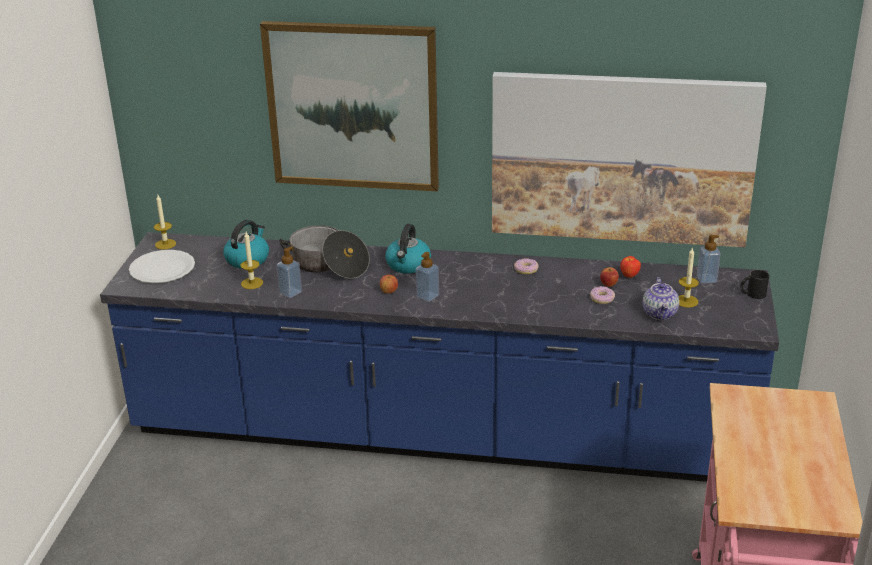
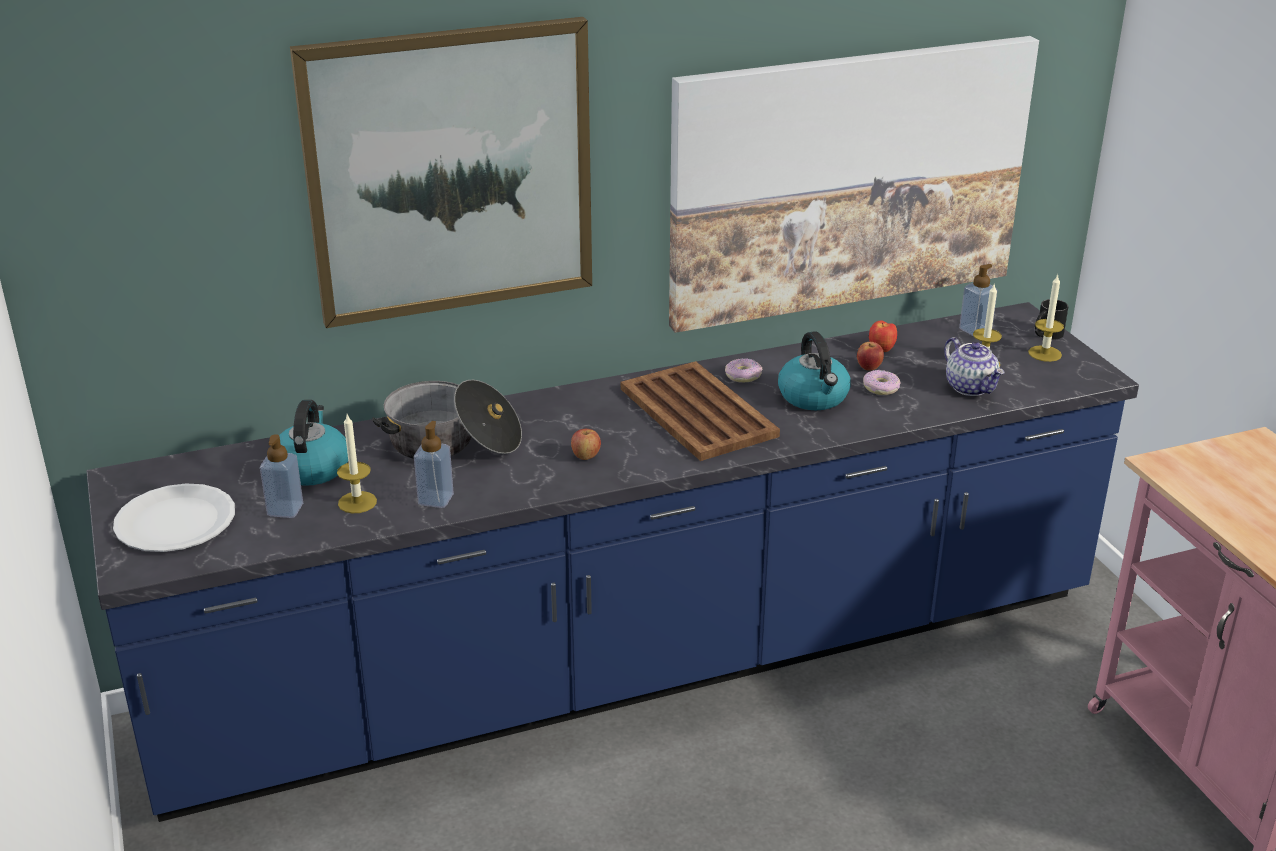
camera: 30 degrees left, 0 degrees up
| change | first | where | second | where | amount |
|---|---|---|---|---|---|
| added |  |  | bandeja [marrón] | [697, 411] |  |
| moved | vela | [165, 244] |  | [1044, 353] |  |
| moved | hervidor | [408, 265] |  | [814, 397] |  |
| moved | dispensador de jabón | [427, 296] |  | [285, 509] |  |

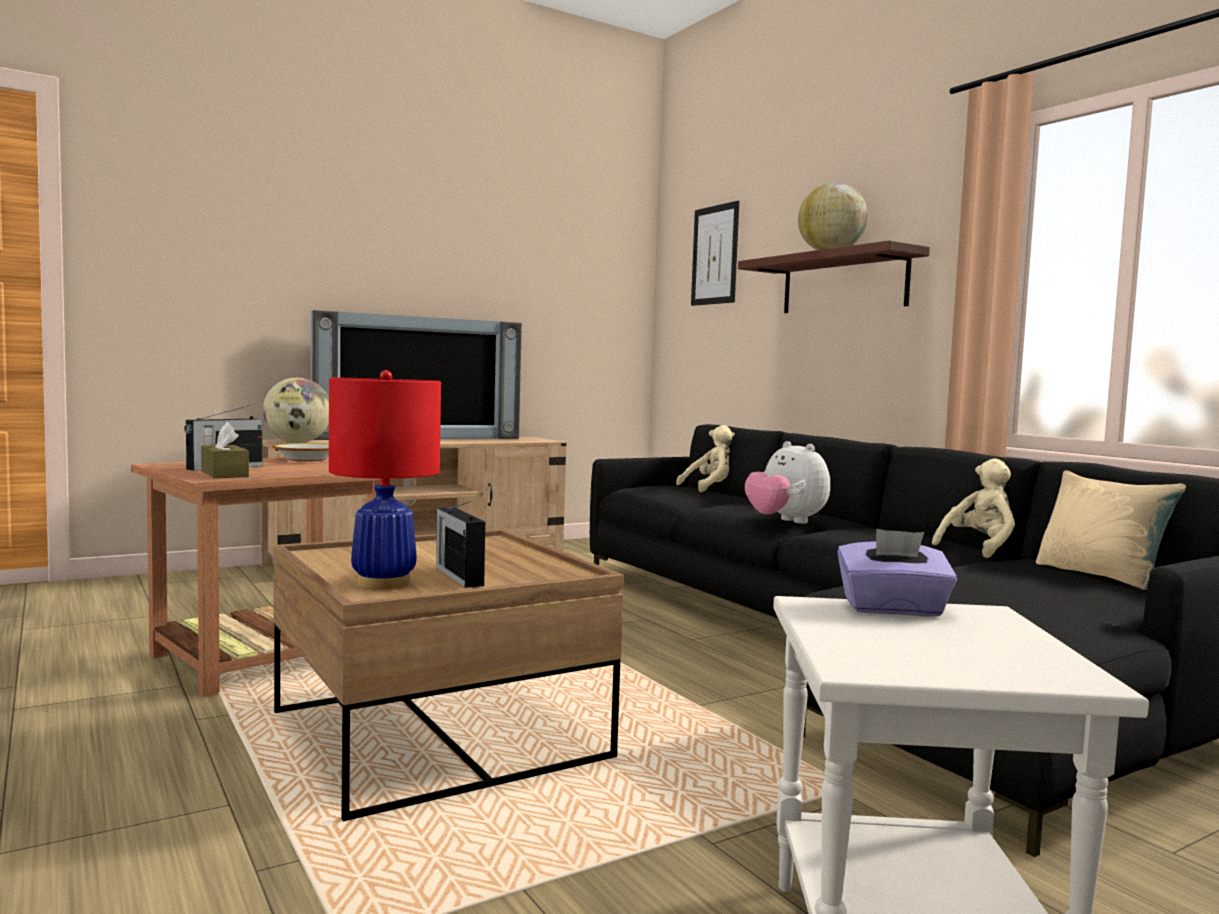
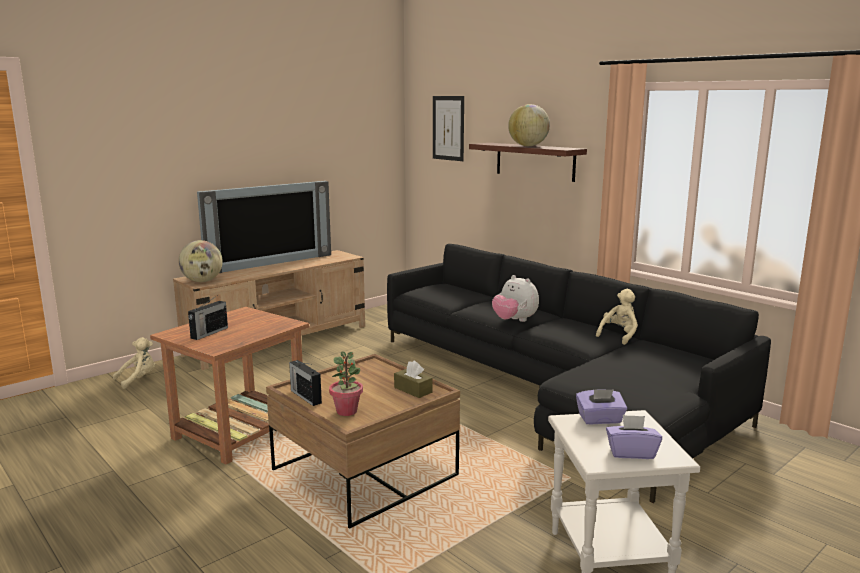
camera: 10 degrees left, 10 degrees up
| change | first | where | second | where | amount |
|---|---|---|---|---|---|
| removed | cuenco | [307, 459] |  |  |  |
| removed | cojín [beis] | [1100, 576] |  |  |  |
| added |  |  | caja de pañuelos [morado] | [631, 452] |  |
| moved | caja de pañuelos [marrón] | [224, 474] |  | [413, 390] |  |
| moved | radio | [458, 575] |  | [305, 396] |  |
| moved | peluche [beis] | [711, 488] |  | [138, 379] |  |
| replaced | lámpara de mesa [rojo] | [384, 583] | planta en maceta | [347, 411] |  |

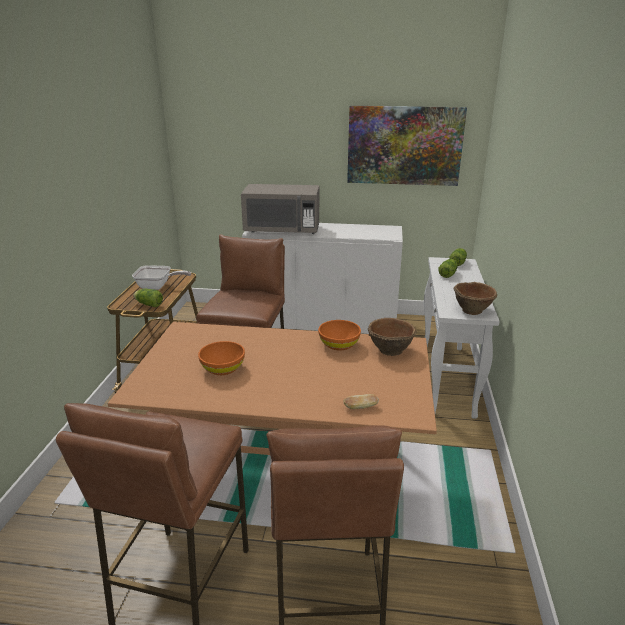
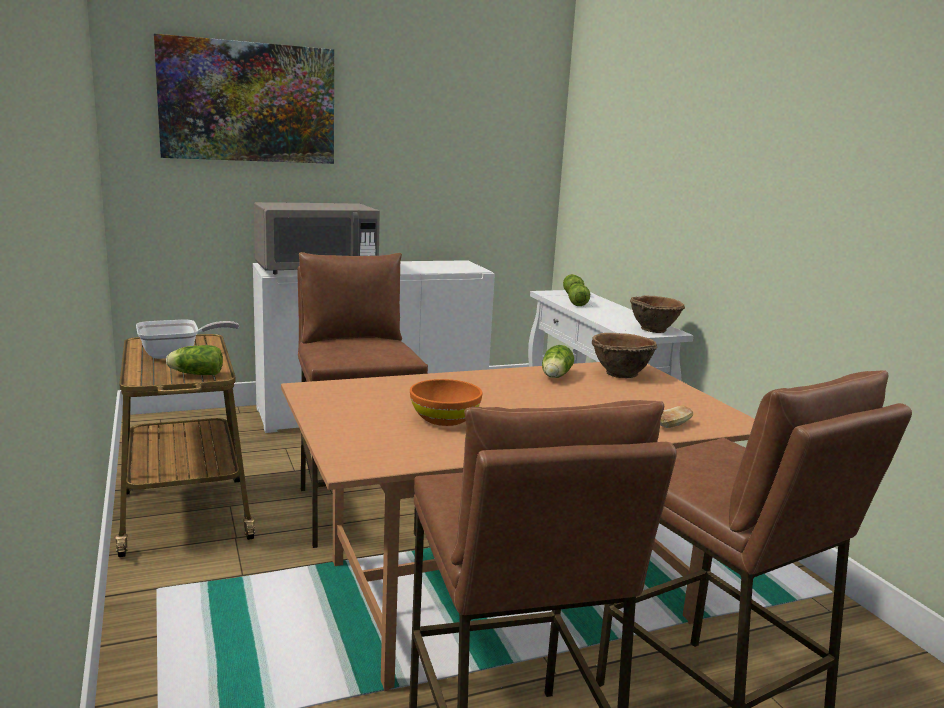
camera: 30 degrees left, 10 degrees down
| change | first | where | second | where | amount |
|---|---|---|---|---|---|
| moved | cuadro | [404, 146] |  | [248, 102] |  |
| replaced | cuenco [naranja] | [339, 345] | lechuga | [555, 376] |  |

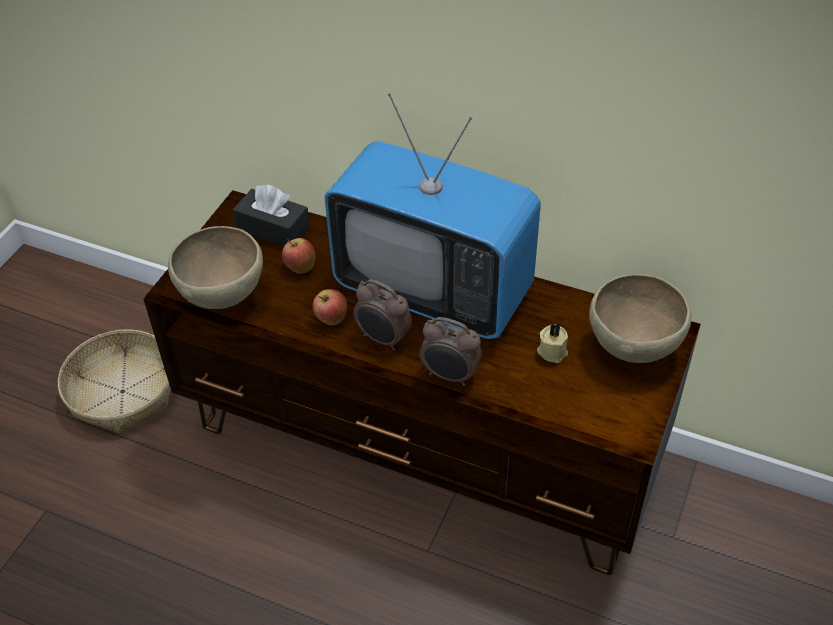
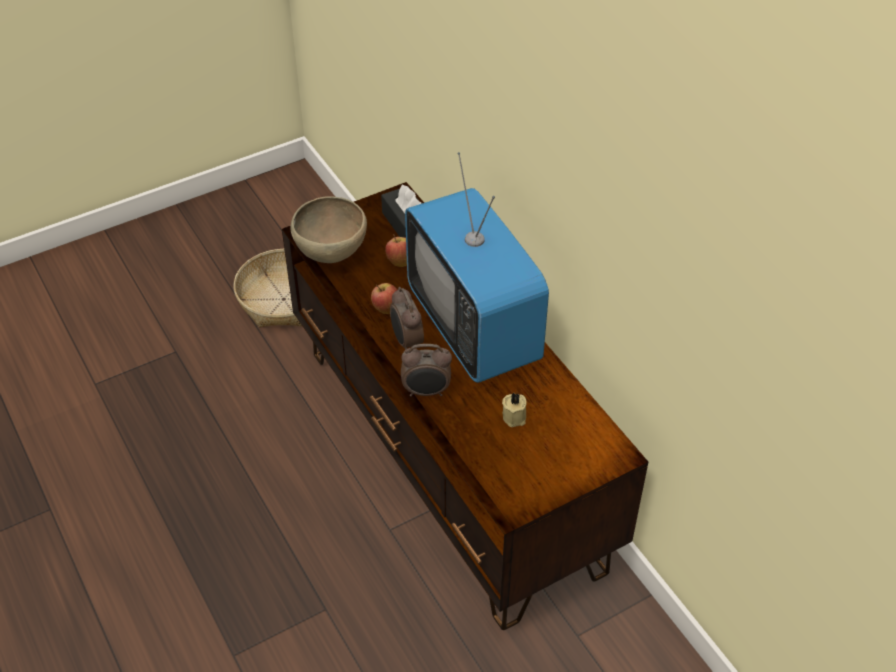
camera: 35 degrees right, 0 degrees up
| change | first | where | second | where | amount |
|---|---|---|---|---|---|
| removed | cuenco [marrón] | [633, 347] |  |  |  |
| turned | despertador | [450, 376] |  | [426, 392] | 60 degrees counterclockwise |

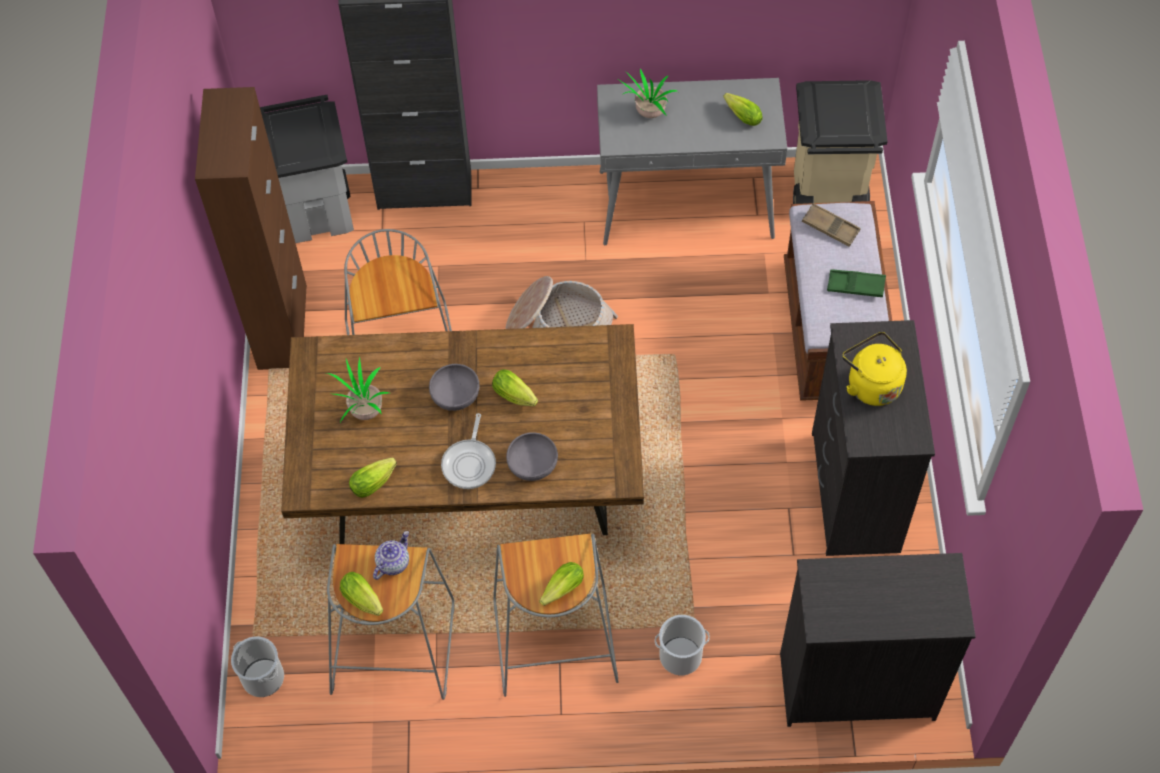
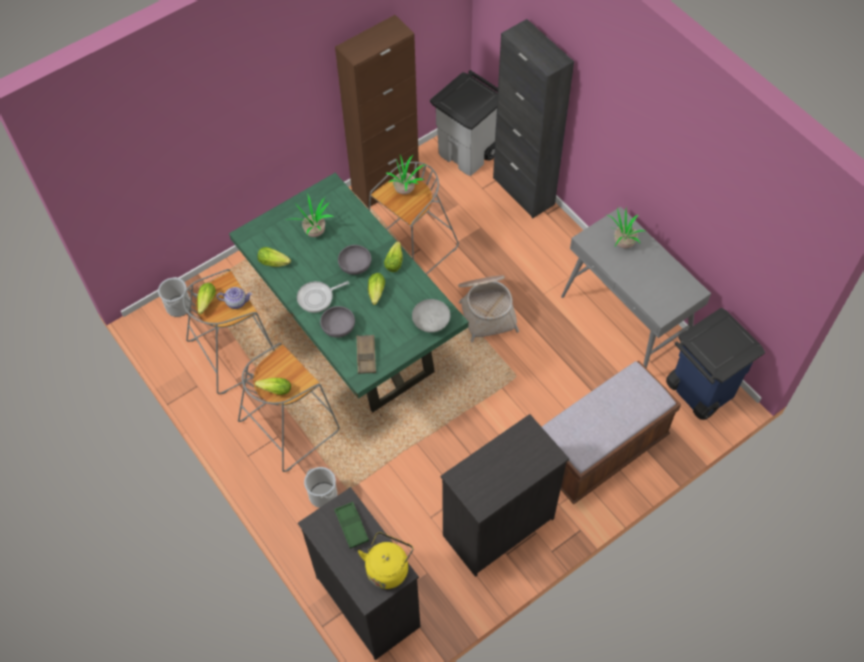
camera: 55 degrees right, 0 degrees up
| change | first | where | second | where | amount |
|---|---|---|---|---|---|
| added |  |  | planta en maceta | [406, 189] |  |
| added |  |  | cuenco [gris] | [430, 323] |  |
| moved | lechuga | [741, 115] |  | [395, 260] |  |
| moved | bandeja [marrón] | [830, 227] |  | [366, 356] |  |
| moved | bandeja [verde] | [855, 286] |  | [351, 526] |  |
| moved | hervidor [amarillo] | [871, 384] |  | [388, 567] |  |
| recoloured | mesa de comedor [marrón] | [475, 489] | mesa de comedor [verde] | [354, 331] |  |
| recoloured | papelera [beis] | [826, 195] | papelera [azul] | [699, 391] |  |

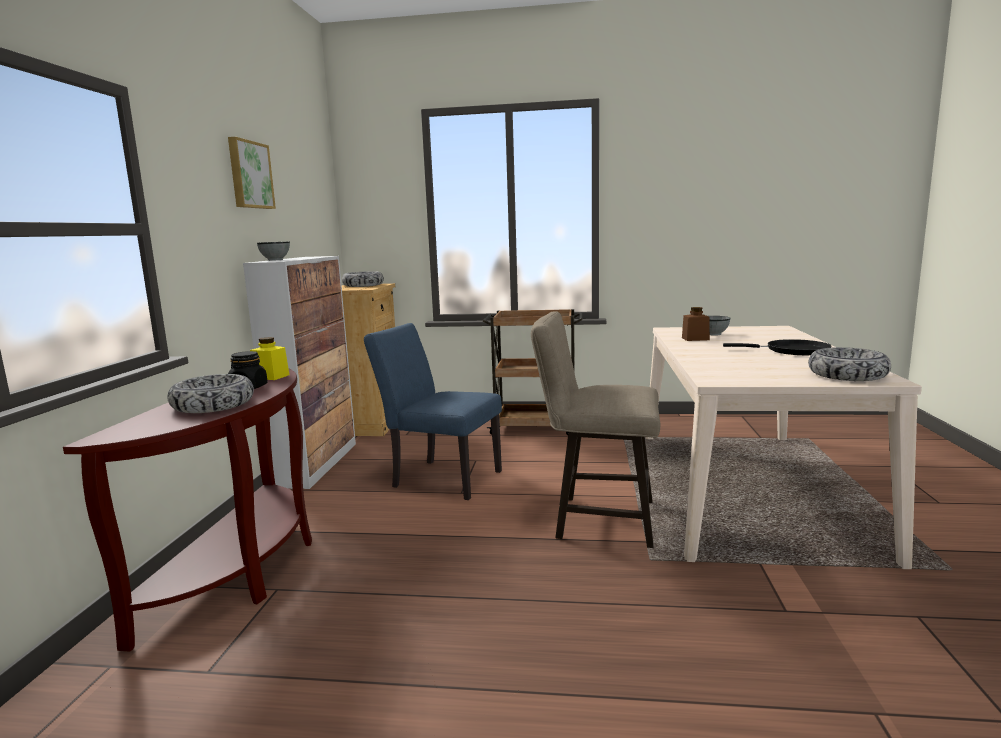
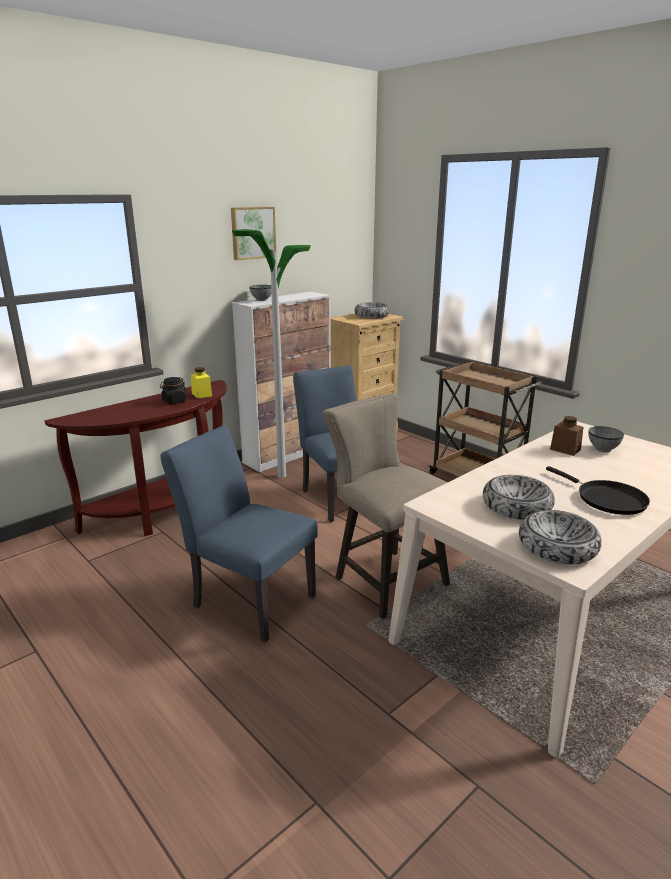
camera: 40 degrees right, 10 degrees up
| change | first | where | second | where | amount |
|---|---|---|---|---|---|
| added |  |  | silla [azul] | [247, 598] |  |
| added |  |  | lámpara de pie | [282, 476] |  |
| moved | cuenco | [213, 405] |  | [516, 506] |  |

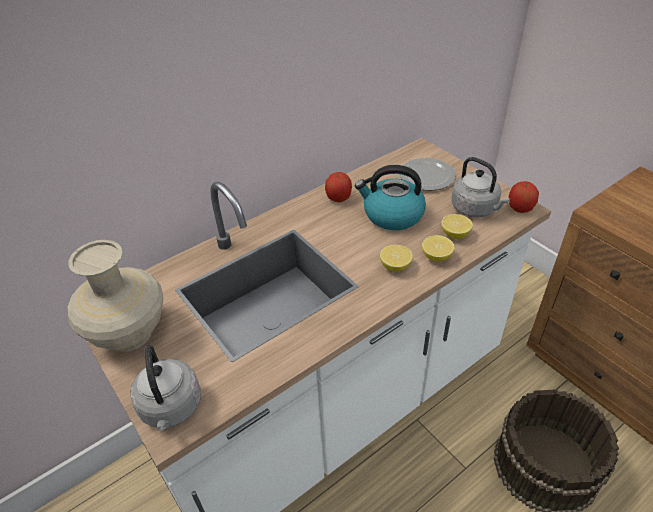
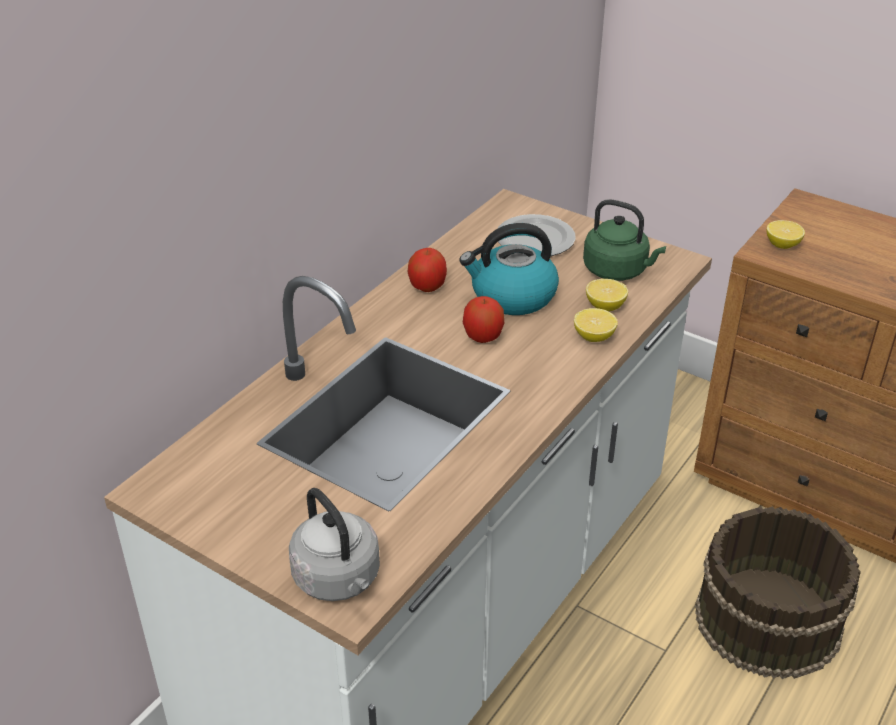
camera: 20 degrees left, 5 degrees down
| change | first | where | second | where | amount |
|---|---|---|---|---|---|
| removed | florero [beis] | [129, 333] |  |  |  |
| moved | limón | [395, 266] |  | [782, 245] |  |
| moved | manzana | [520, 208] |  | [483, 337] |  |
| recoloured | hervidor [gris] | [476, 209] | hervidor [verde] | [618, 271] |  |

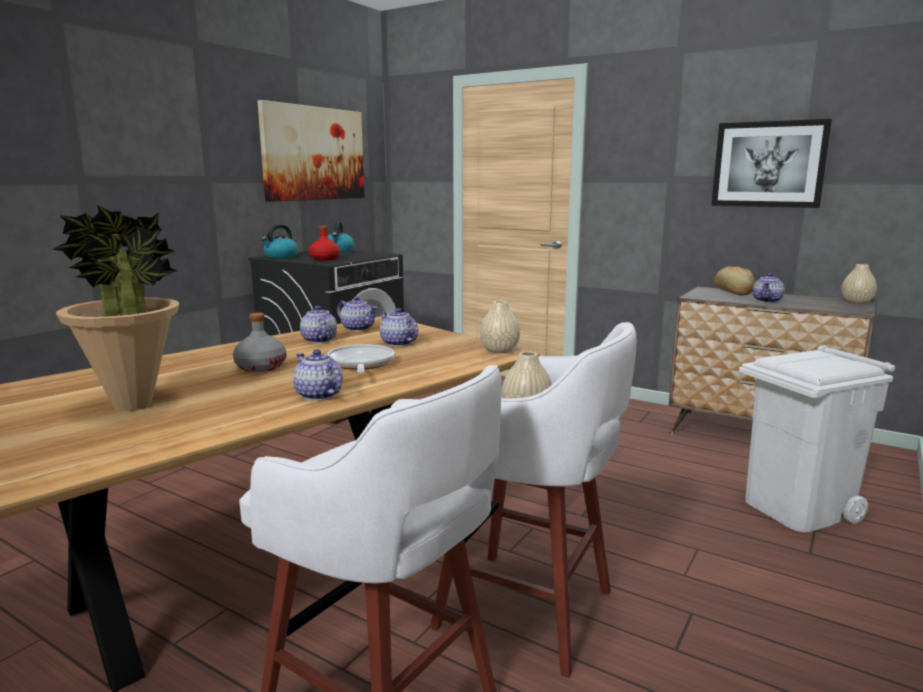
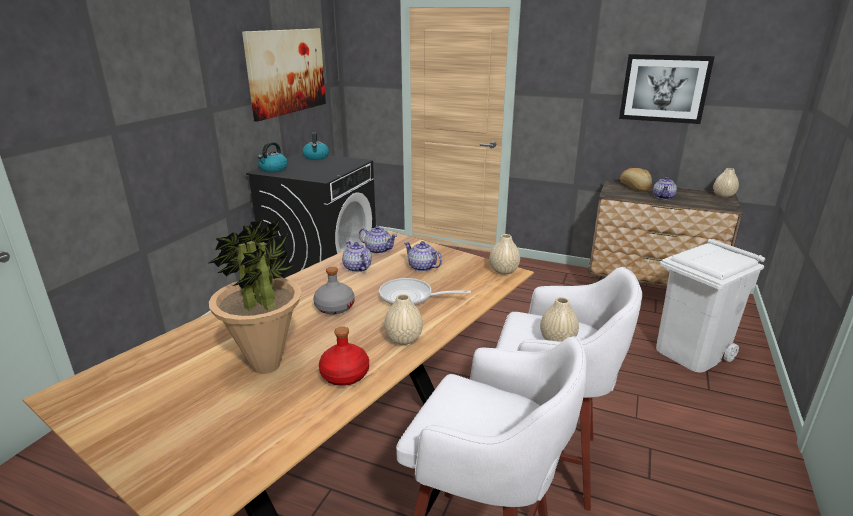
camera: 10 degrees left, 10 degrees up
| change | first | where | second | where | amount |
|---|---|---|---|---|---|
| moved | botella [rojo] | [324, 259] |  | [344, 374] |  |
| replaced | tetera | [318, 395] | florero [beis] | [403, 339] |  |
| turned | sartén | [360, 364] |  | [410, 297] | 60 degrees counterclockwise |

